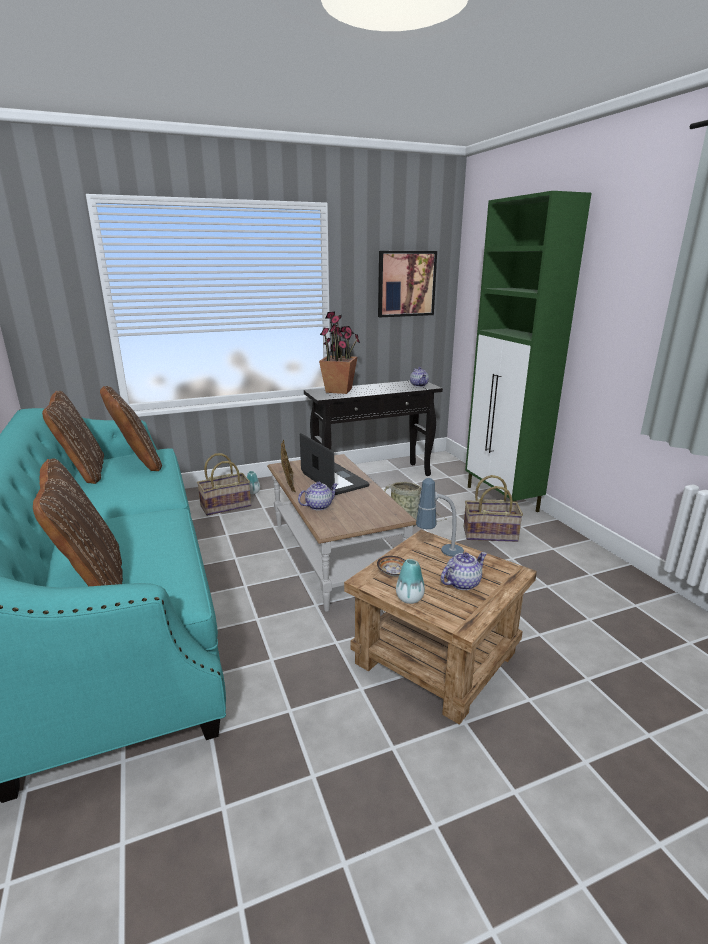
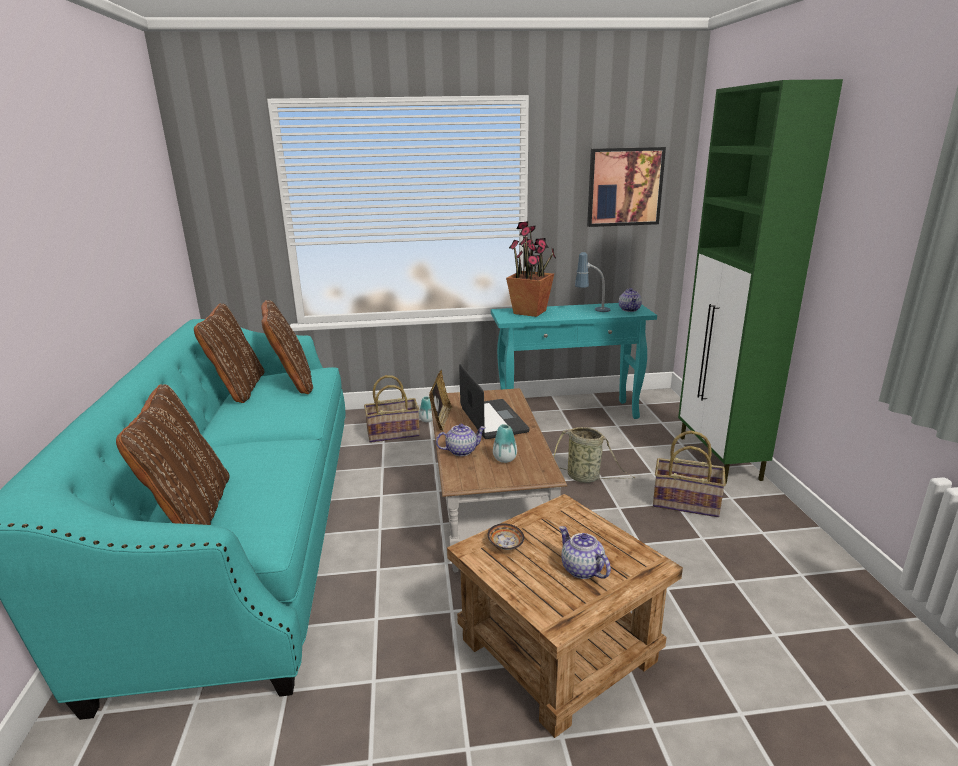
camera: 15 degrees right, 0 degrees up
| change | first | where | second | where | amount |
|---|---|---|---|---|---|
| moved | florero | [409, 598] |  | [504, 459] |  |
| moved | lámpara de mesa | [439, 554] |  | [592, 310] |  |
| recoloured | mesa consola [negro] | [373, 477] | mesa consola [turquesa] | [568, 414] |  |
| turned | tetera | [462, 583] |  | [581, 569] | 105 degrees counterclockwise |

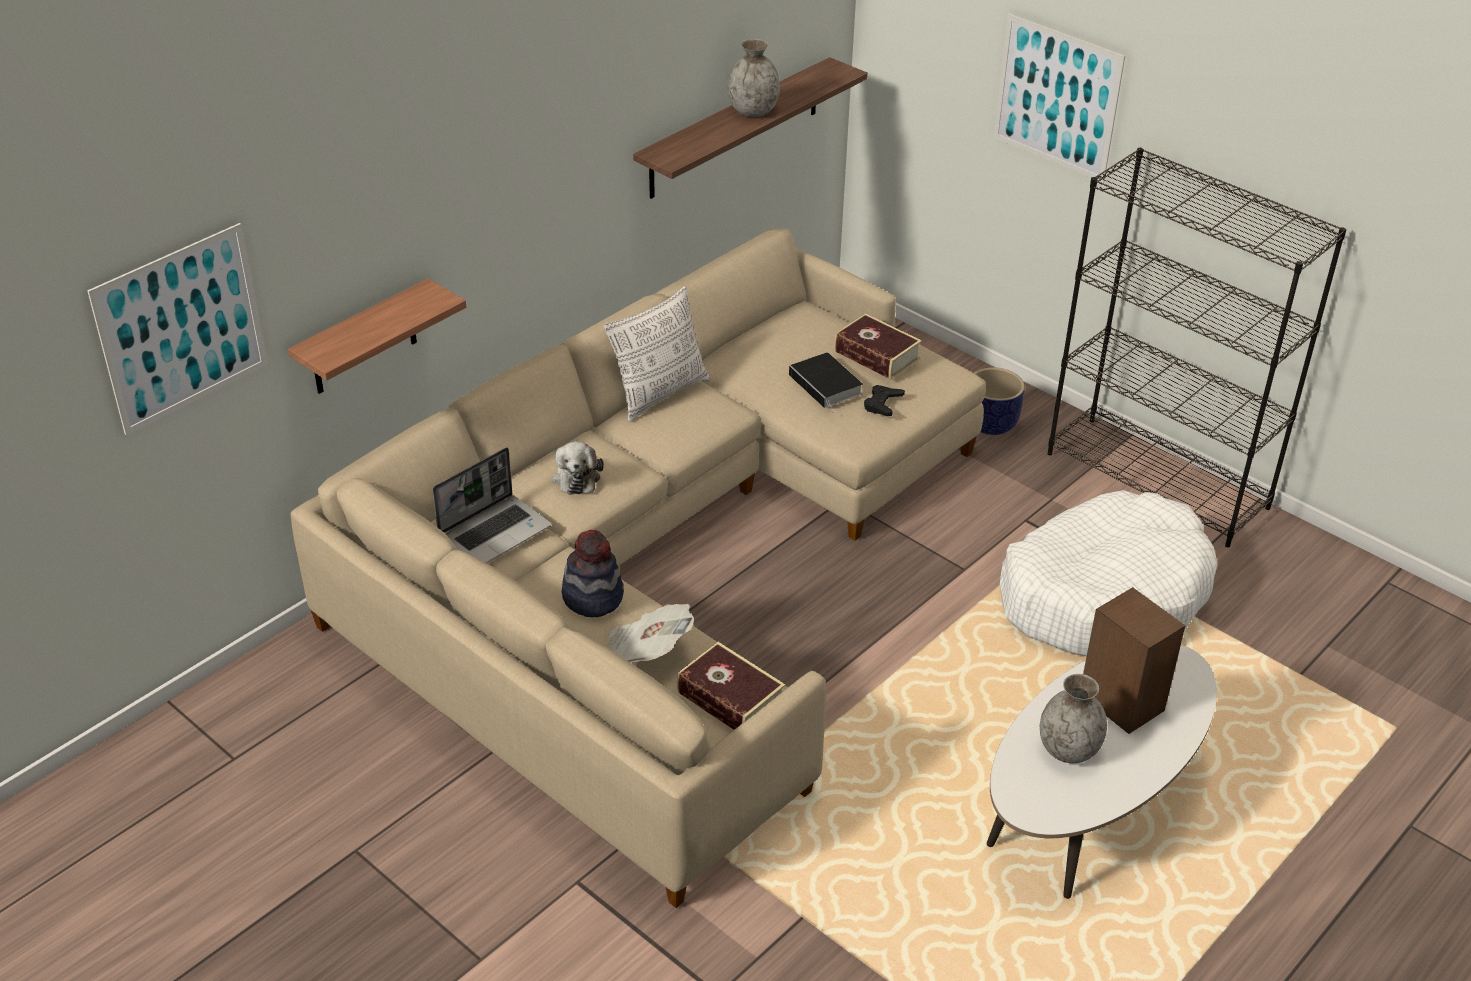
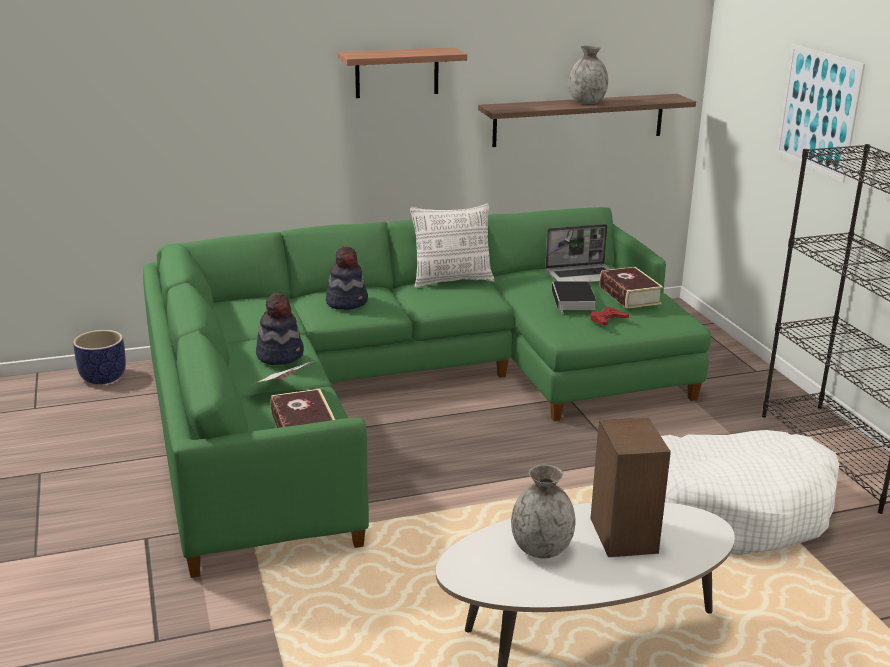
camera: 30 degrees right, 15 degrees down
| change | first | where | second | where | amount |
|---|---|---|---|---|---|
| removed | cuadro | [181, 328] |  |  |  |
| moved | estante | [363, 339] |  | [397, 72] |  |
| moved | portátil | [495, 531] |  | [583, 276] |  |
| moved | maceta | [990, 423] |  | [103, 377] |  |
| replaced | peluche | [576, 476] | sombrero | [347, 302] |  |
| recoloured | sofá [beis] | [658, 563] | sofá [verde] | [399, 394] |  |
| recoloured | mando de consola [negro] | [882, 404] | mando de consola [rojo] | [607, 320] |  |

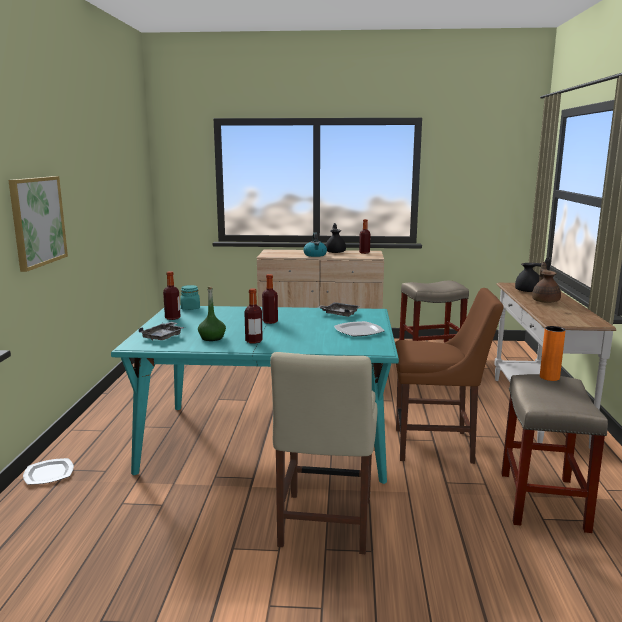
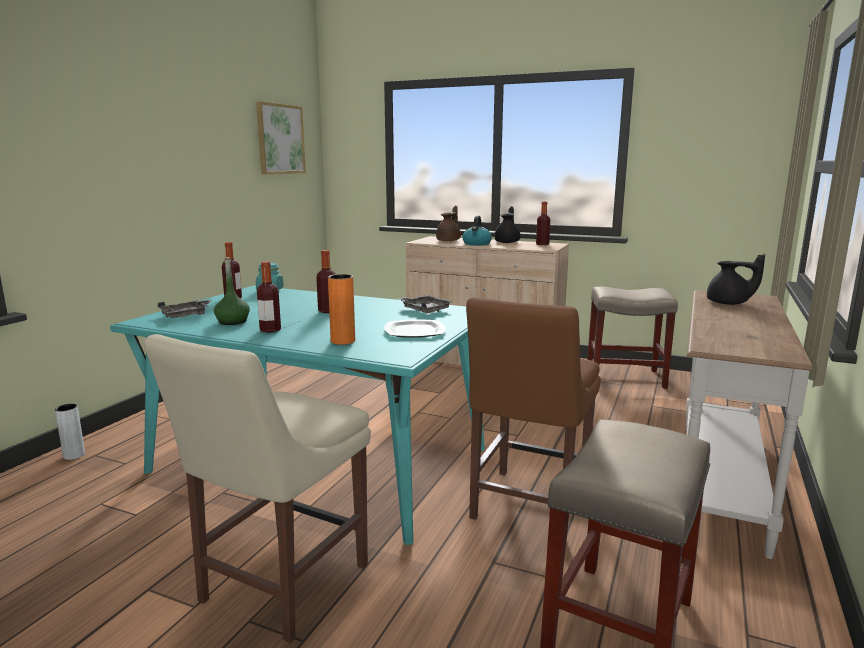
camera: 20 degrees right, 0 degrees up
| change | first | where | second | where | amount |
|---|---|---|---|---|---|
| moved | cuadro | [37, 221] |  | [280, 139] |  |
| moved | tetera [marrón] | [545, 301] |  | [449, 240] |  |
| moved | florero [naranja] | [549, 377] |  | [343, 341] |  |
| replaced | plato | [49, 473] | florero [gris] | [74, 455] |  |
| turned | silla [marrón] | [438, 446] |  | [527, 507] | 90 degrees clockwise |

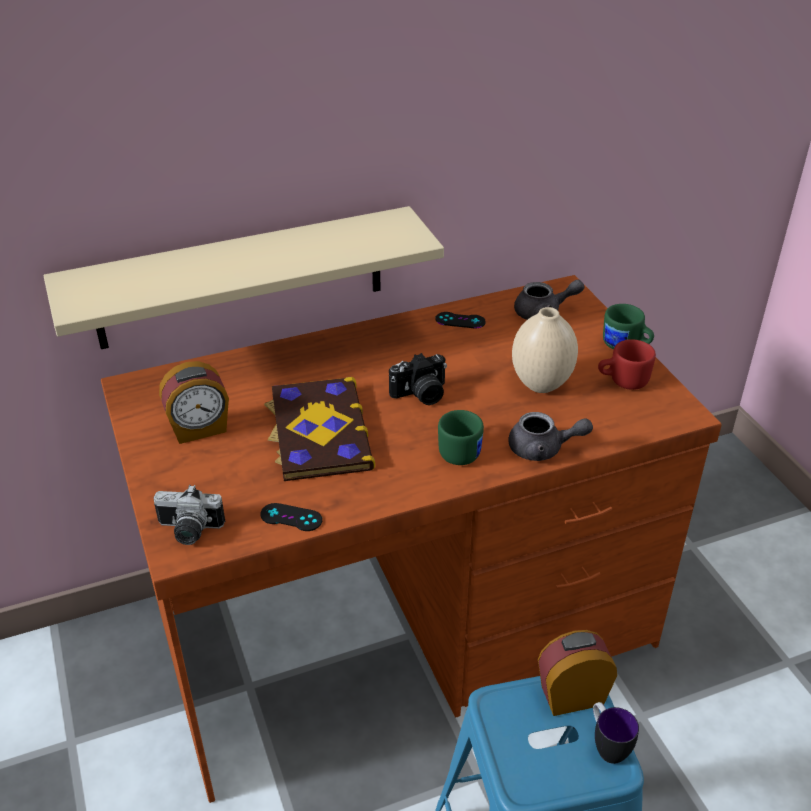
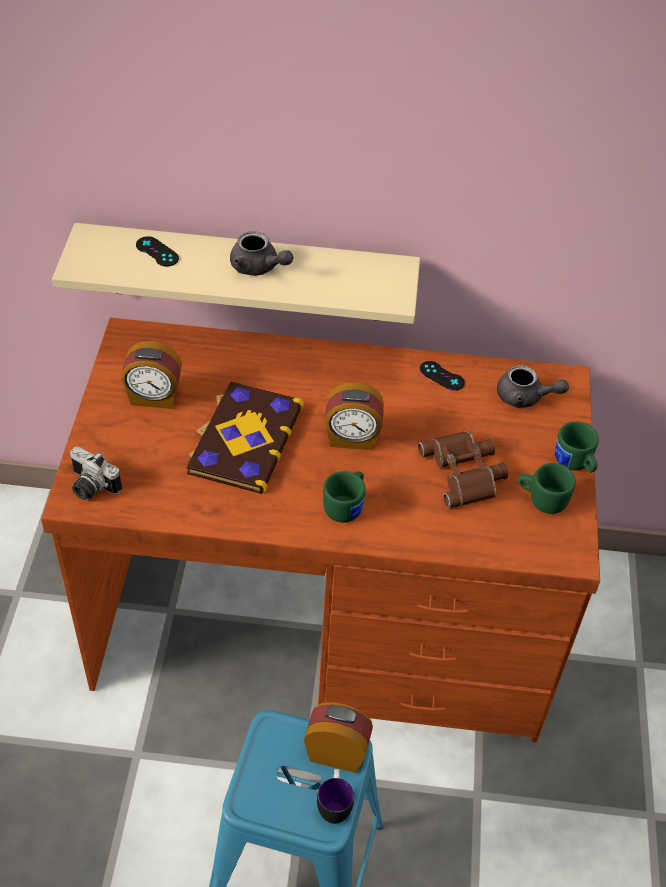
camera: 25 degrees right, 10 degrees up
| change | first | where | second | where | amount |
|---|---|---|---|---|---|
| moved | mando de consola [negro] | [291, 517] |  | [157, 252] |  |
| moved | tetera [gris] | [543, 449] |  | [258, 268] |  |
| replaced | cámara | [421, 395] | despertador | [352, 438] |  |
| replaced | florero [beis] | [542, 384] | prismáticos [marrón] | [465, 472] |  |
| recoloured | taza grande [rojo] | [622, 381] | taza grande [verde] | [542, 499] |  |

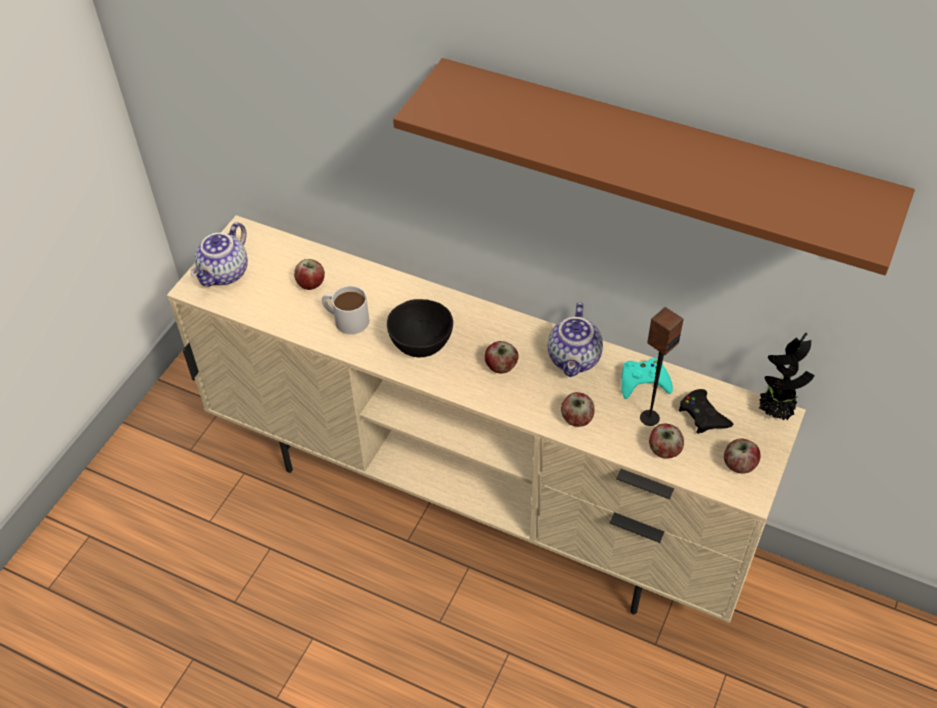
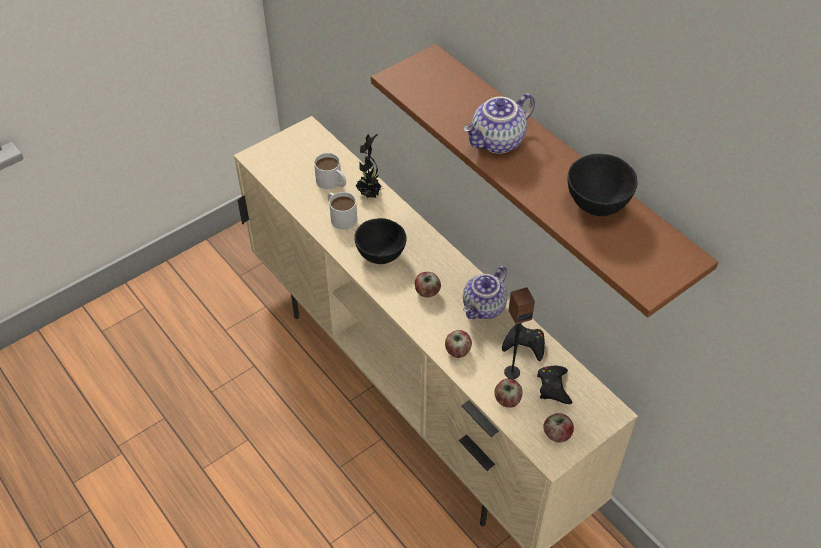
camera: 25 degrees right, 0 degrees up
| change | first | where | second | where | amount |
|---|---|---|---|---|---|
| added |  |  | cuenco [negro] | [597, 203] |  |
| moved | tetera | [225, 274] |  | [498, 142] |  |
| moved | planta en maceta | [776, 412] |  | [370, 194] |  |
| replaced | manzana | [311, 283] | taza grande [blanco] | [332, 182] |  |
| recoloured | mando de consola [turquesa] | [643, 382] | mando de consola [negro] | [524, 344] |  |

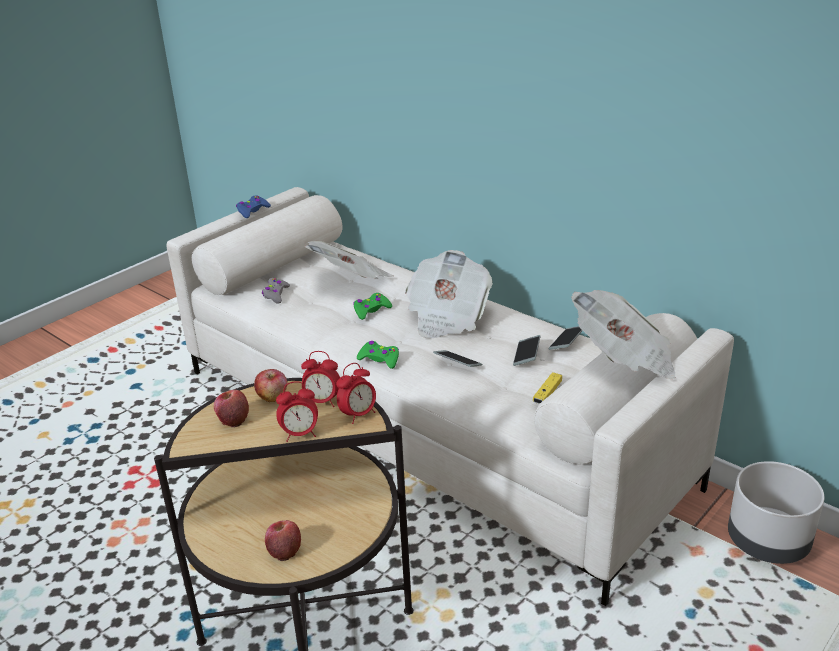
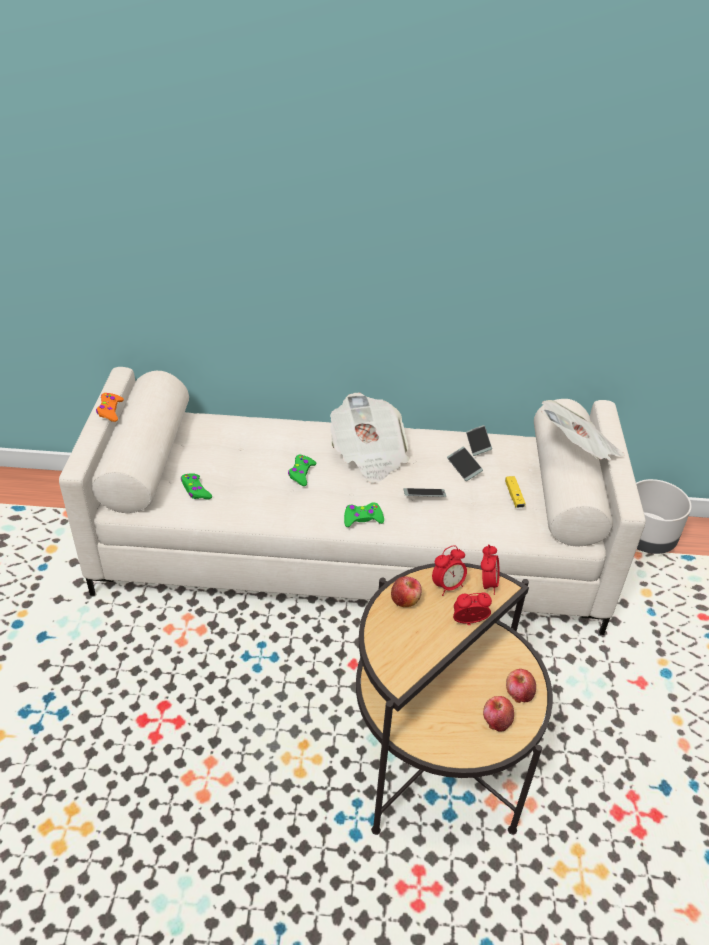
camera: 40 degrees left, 10 degrees up
| change | first | where | second | where | amount |
|---|---|---|---|---|---|
| removed | periódico | [351, 280] |  |  |  |
| moved | manzana | [233, 419] |  | [518, 693] |  |
| recoloured | mando de consola [azul] | [252, 211] | mando de consola [naranja] | [110, 411] |  |
| recoloured | mando de consola [gris] | [276, 294] | mando de consola [verde] | [195, 490] |  |
| turned | despertador | [300, 434] |  | [468, 623] | 135 degrees counterclockwise |

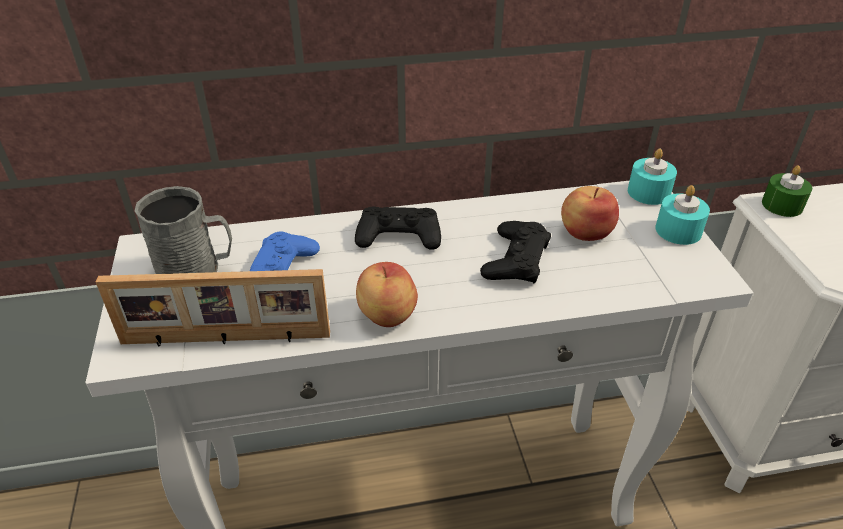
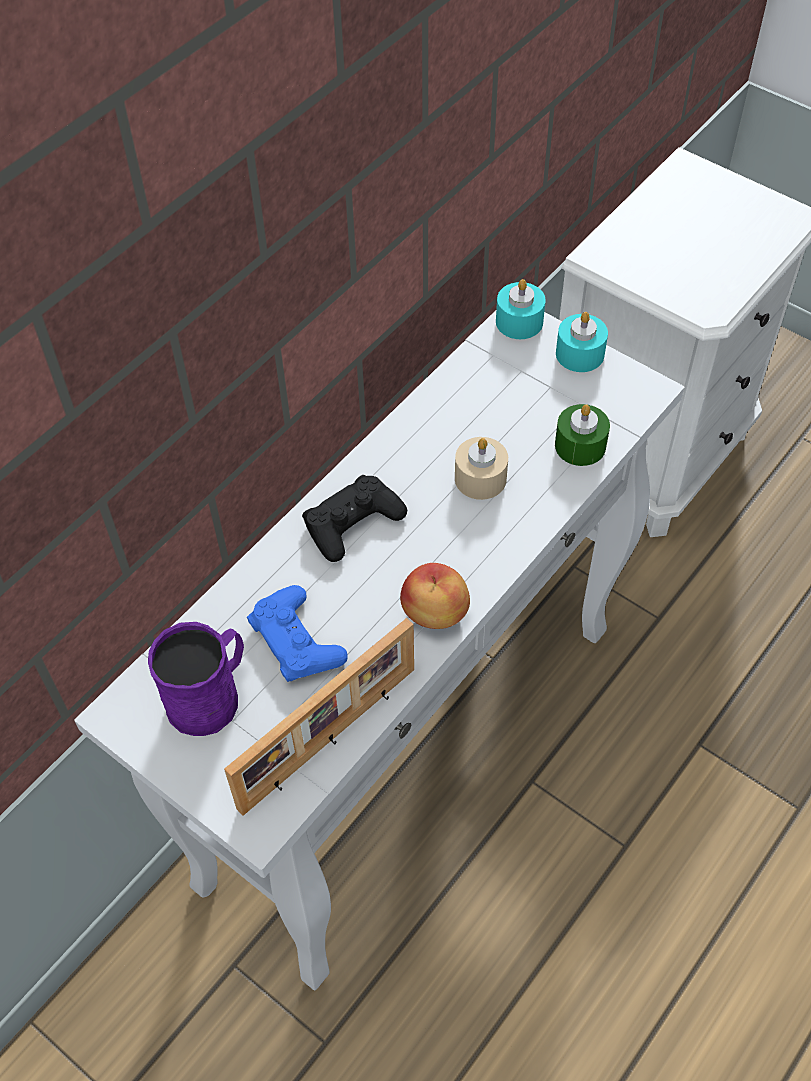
camera: 40 degrees left, 15 degrees up
| change | first | where | second | where | amount |
|---|---|---|---|---|---|
| removed | manzana | [585, 232] |  |  |  |
| moved | vela [verde] | [782, 205] |  | [580, 445] |  |
| replaced | mando de consola [negro] | [515, 259] | vela [beis] | [480, 478] |  |
| recoloured | taza grande [gris] | [197, 269] | taza grande [morado] | [210, 696] |  |

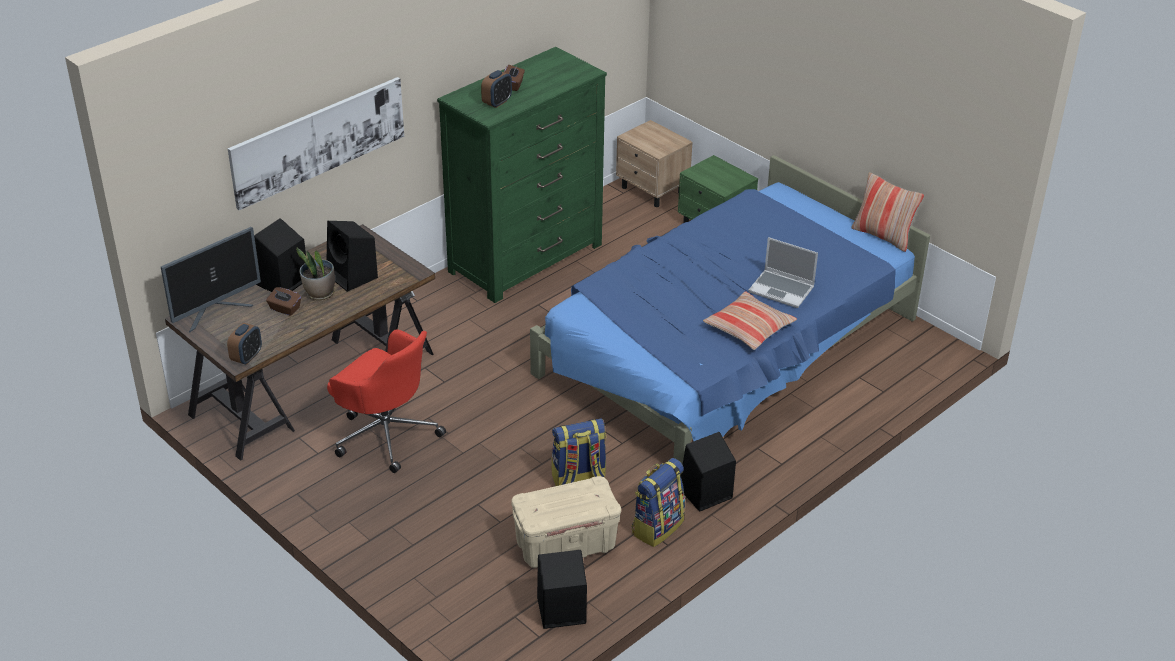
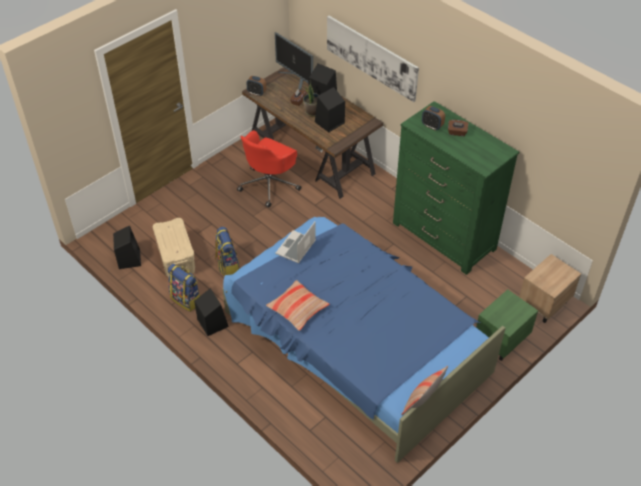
camera: 90 degrees right, 10 degrees up
| change | first | where | second | where | amount |
|---|---|---|---|---|---|
| moved | portátil | [782, 290] |  | [296, 248] |  |

